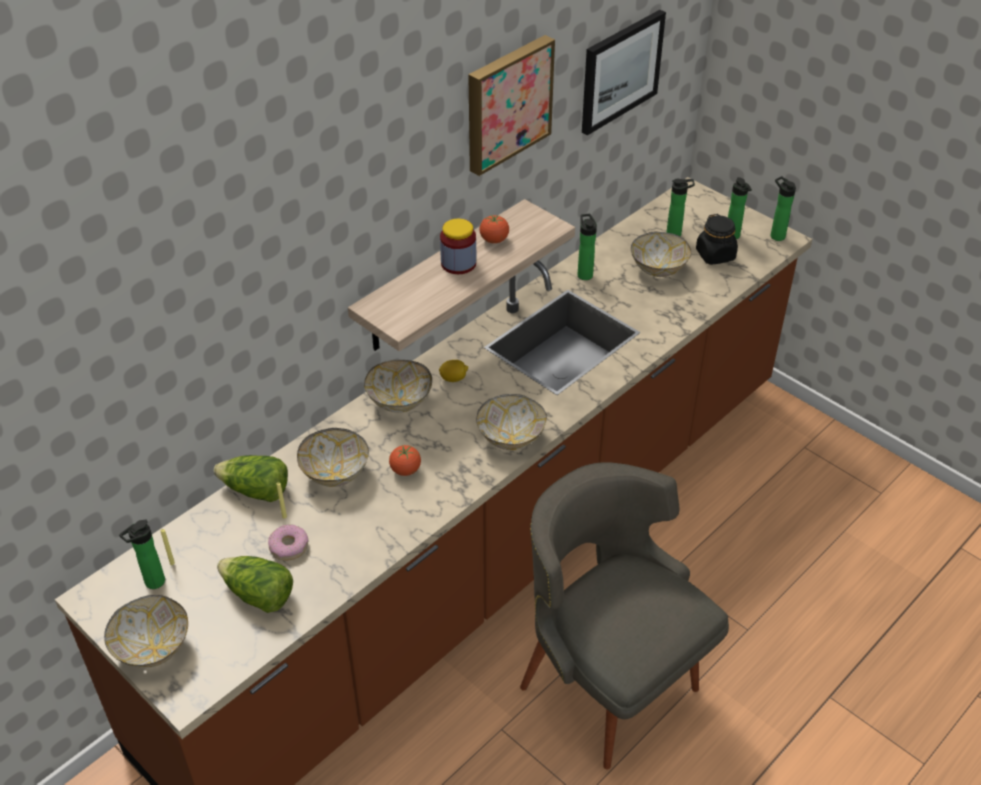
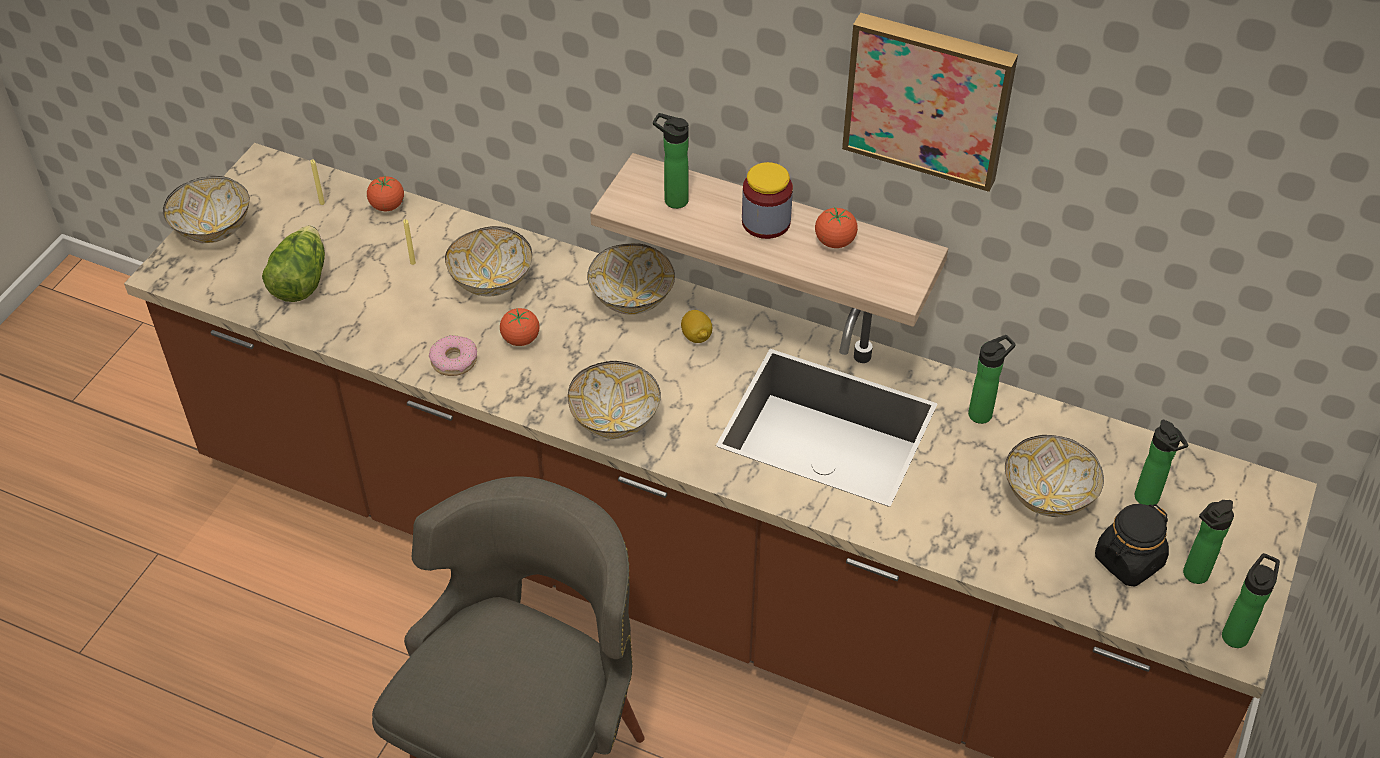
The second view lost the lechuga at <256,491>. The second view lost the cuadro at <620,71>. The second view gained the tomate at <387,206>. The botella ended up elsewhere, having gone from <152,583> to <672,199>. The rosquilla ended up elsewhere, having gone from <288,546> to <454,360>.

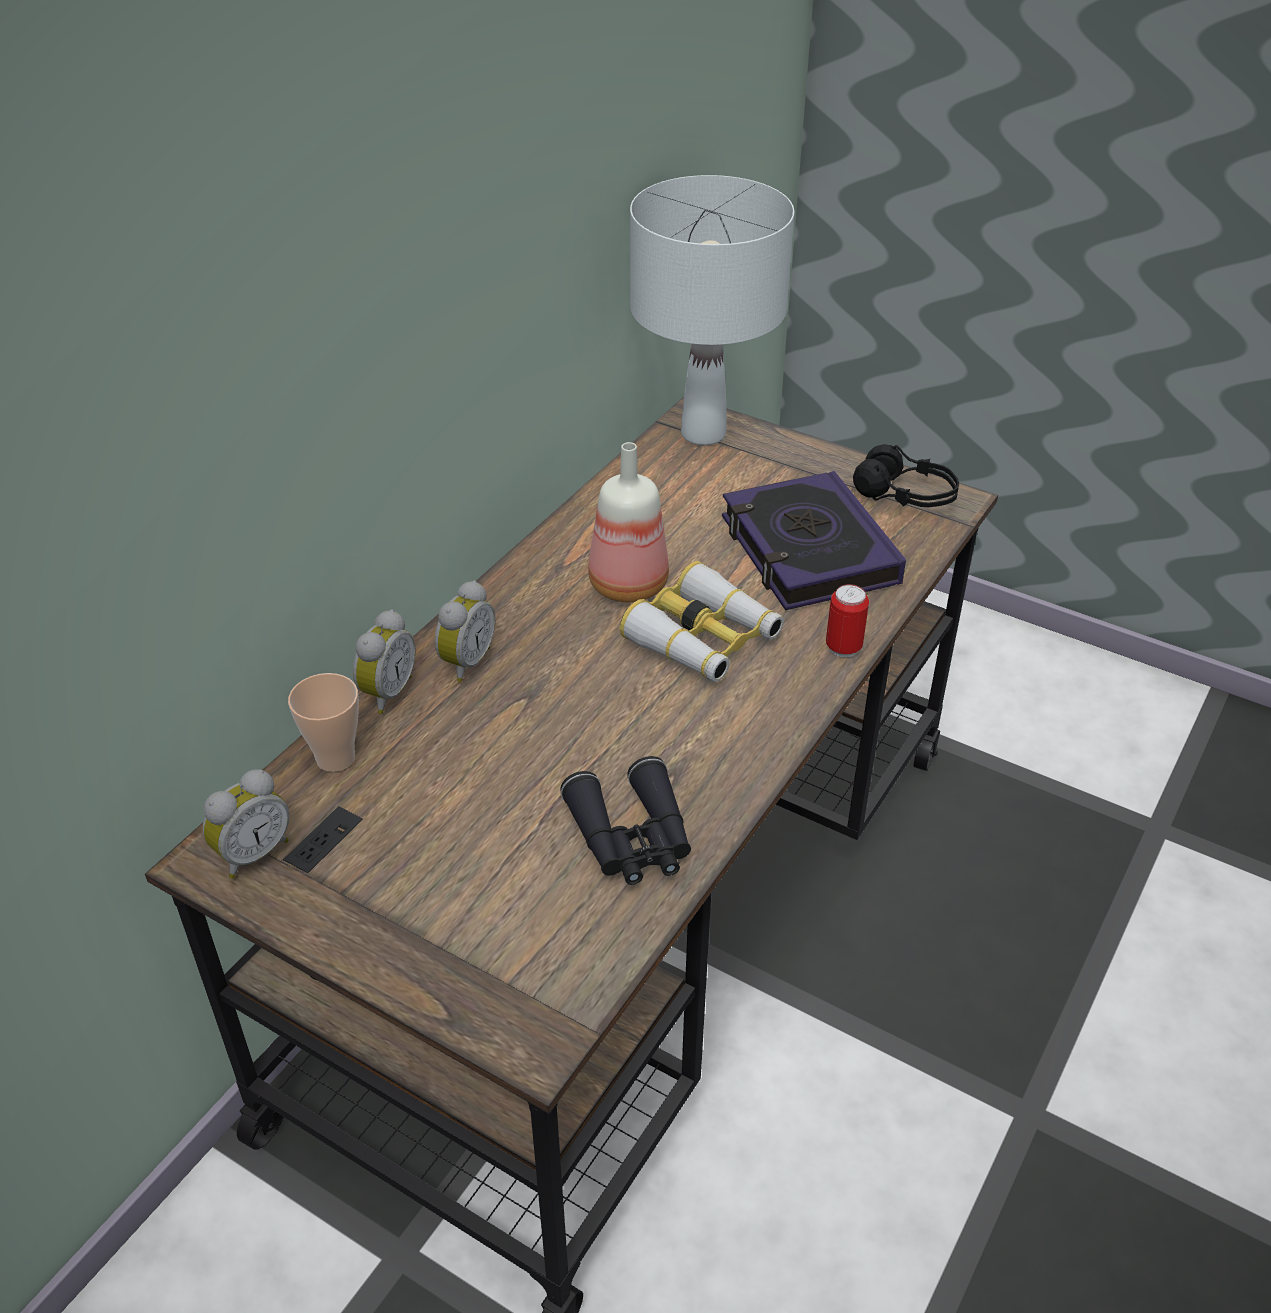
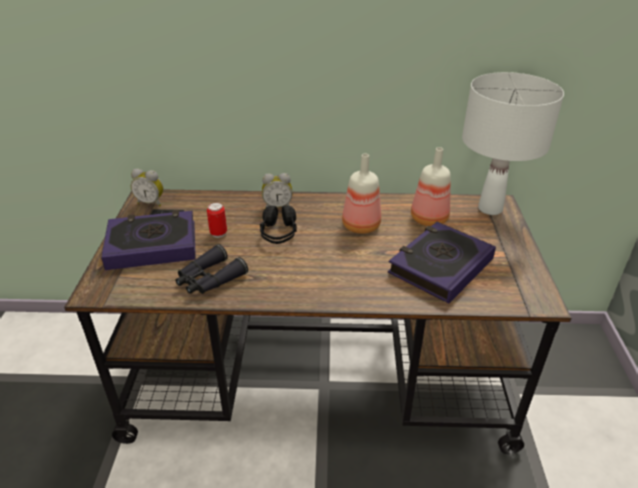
The second view lost the taza at <335,758>. The second view lost the despertador at <385,692>. The second view lost the prismáticos at <703,639>. The second view gained the libro at <152,245>. The second view gained the botella at <428,219>. The lata ended up elsewhere, having gone from <843,648> to <218,233>. The auriculares (negro) ended up elsewhere, having gone from <905,496> to <279,233>.

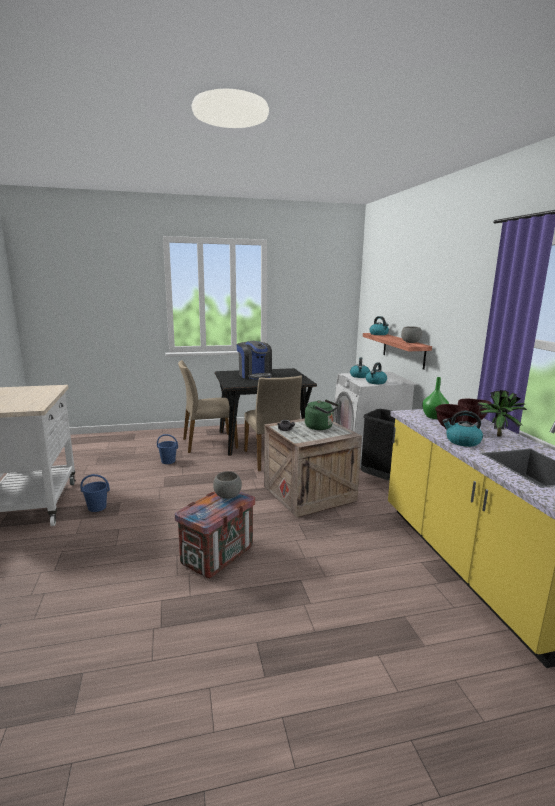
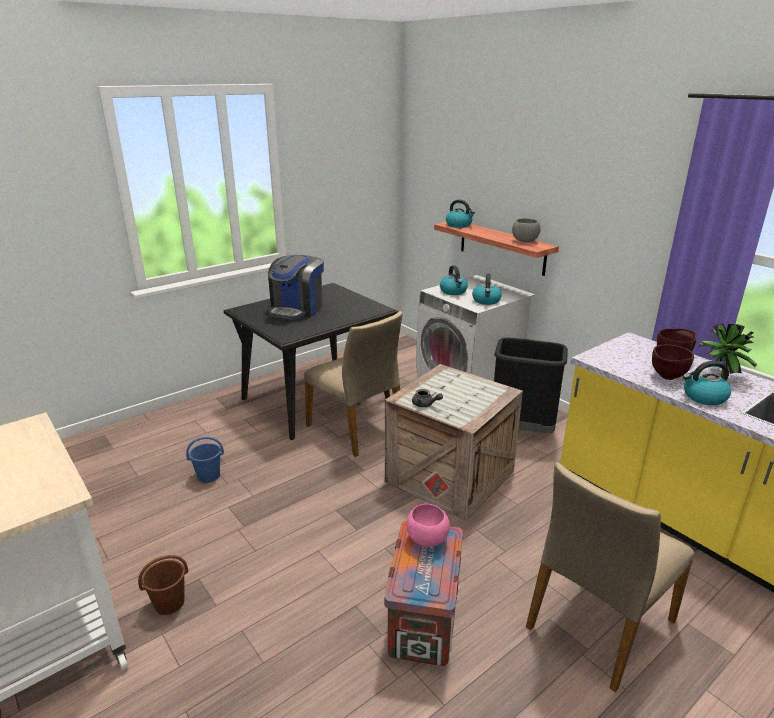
The second view lost the hervidor (verde) at <320,427>. The second view lost the florero (verde) at <433,417>. The silla (beis) ended up elsewhere, having gone from <209,443> to <598,623>. What was the cubo (azul) at <96,507> turned into the cubo (marrón) at <169,603>. What was the cuenco (gris) at <227,496> turned into the cuenco (rosa) at <427,540>. The cafetera at <255,375> ended up facing another way, 75 degrees clockwise from before.

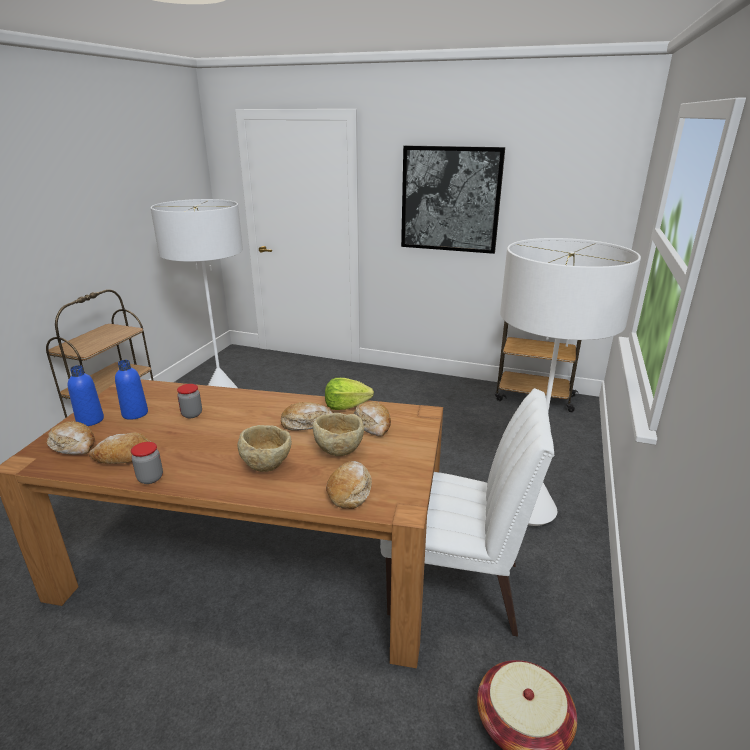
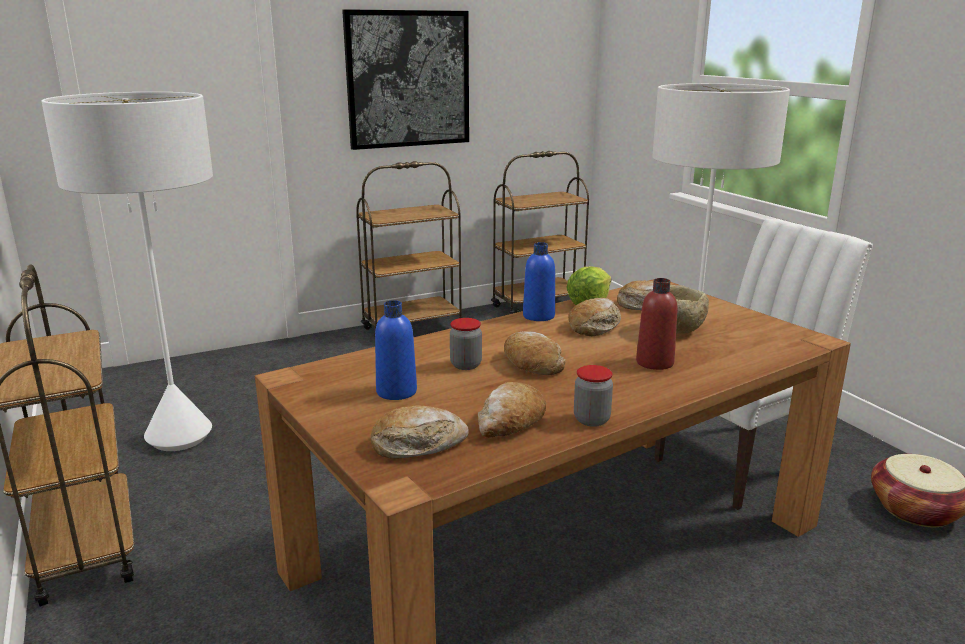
The second view gained the carrito (marrón) at <413,329>. The botella (azul) ended up elsewhere, having gone from <90,420> to <538,316>. The pan ended up elsewhere, having gone from <350,490> to <531,364>. Where the cuenco (beis) stood at <267,464>, the botella (rojo) came to stand at <654,363>.

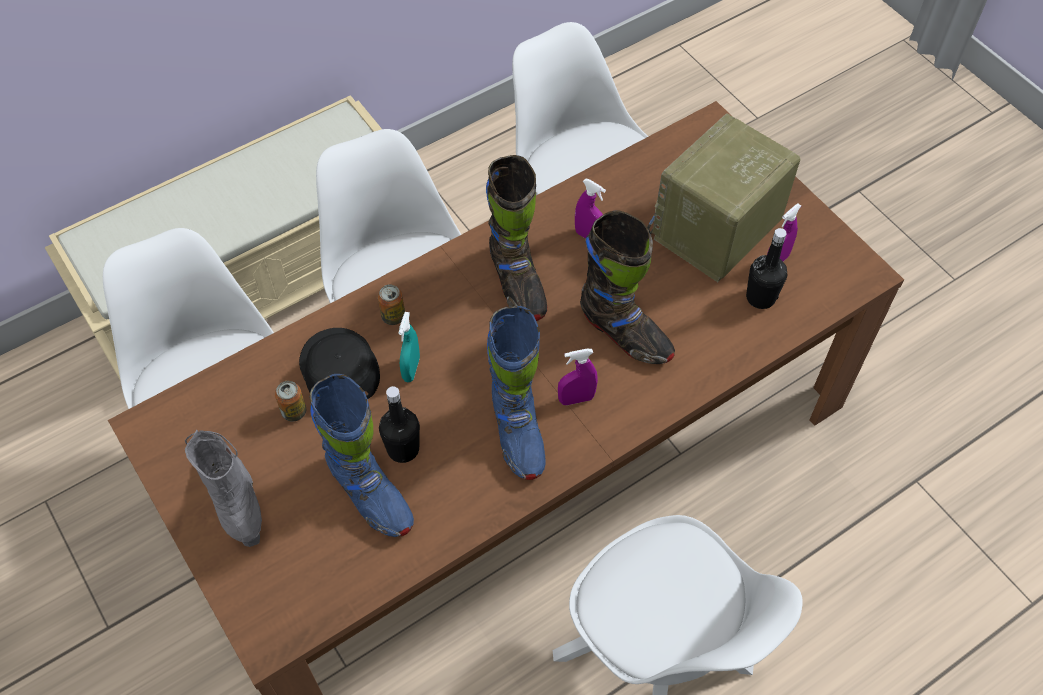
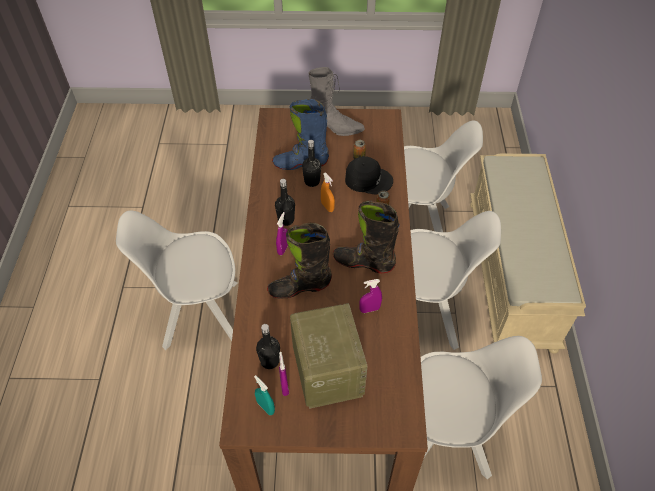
The second view gained the pulverizador (naranja) at <327,207>. The pulverizador (turquesa) ended up elsewhere, having gone from <411,369> to <265,407>. Where the bota (azul) stood at <517,432>, the botella (negro) came to stand at <286,220>.

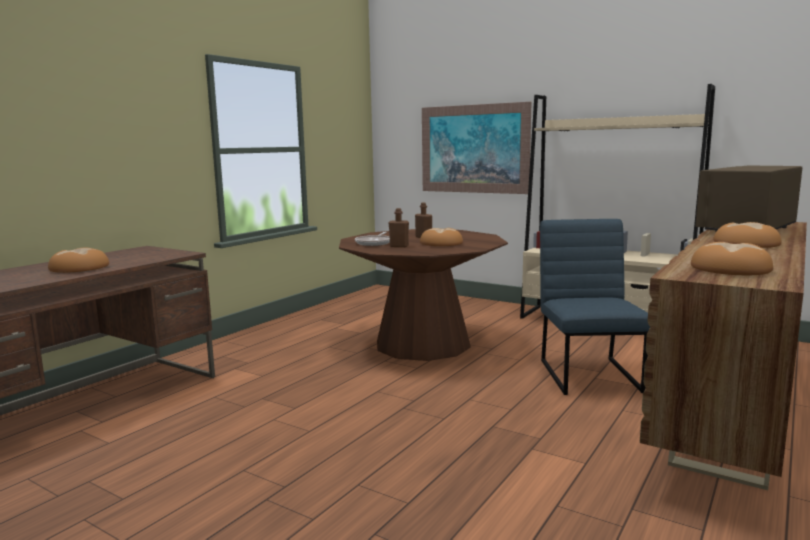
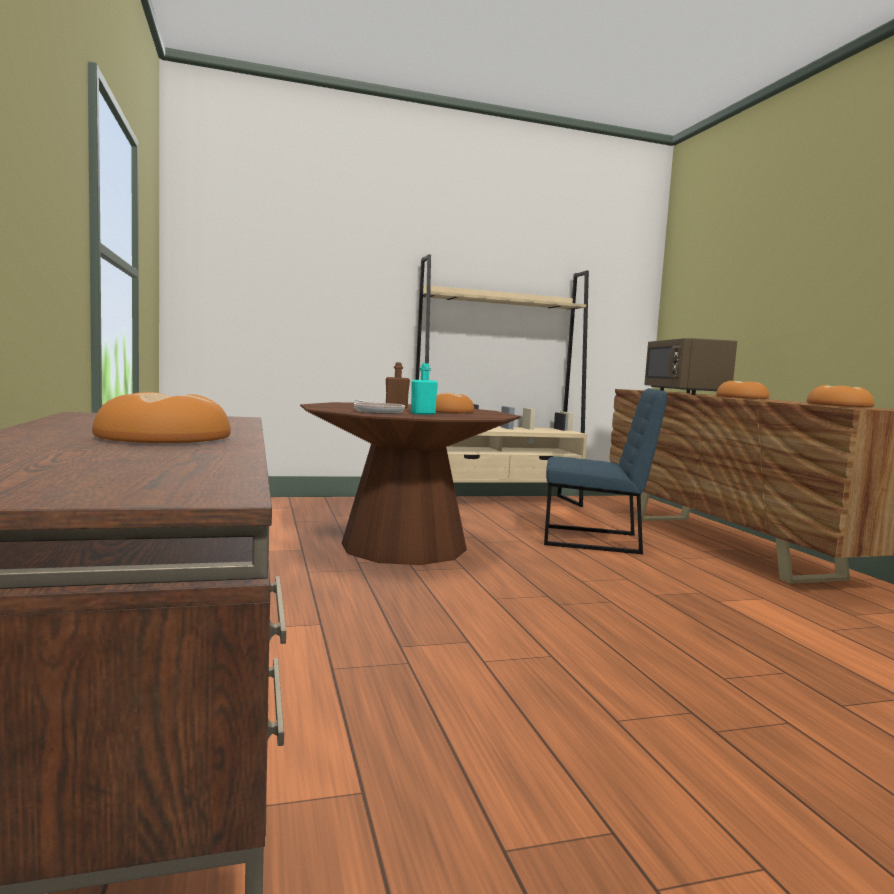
The second view lost the cuadro at <474,149>. What was the botella (marrón) at <399,246> turned into the botella (turquesa) at <423,414>. The silla (azul) at <589,374> ended up facing another way, 150 degrees clockwise from before.

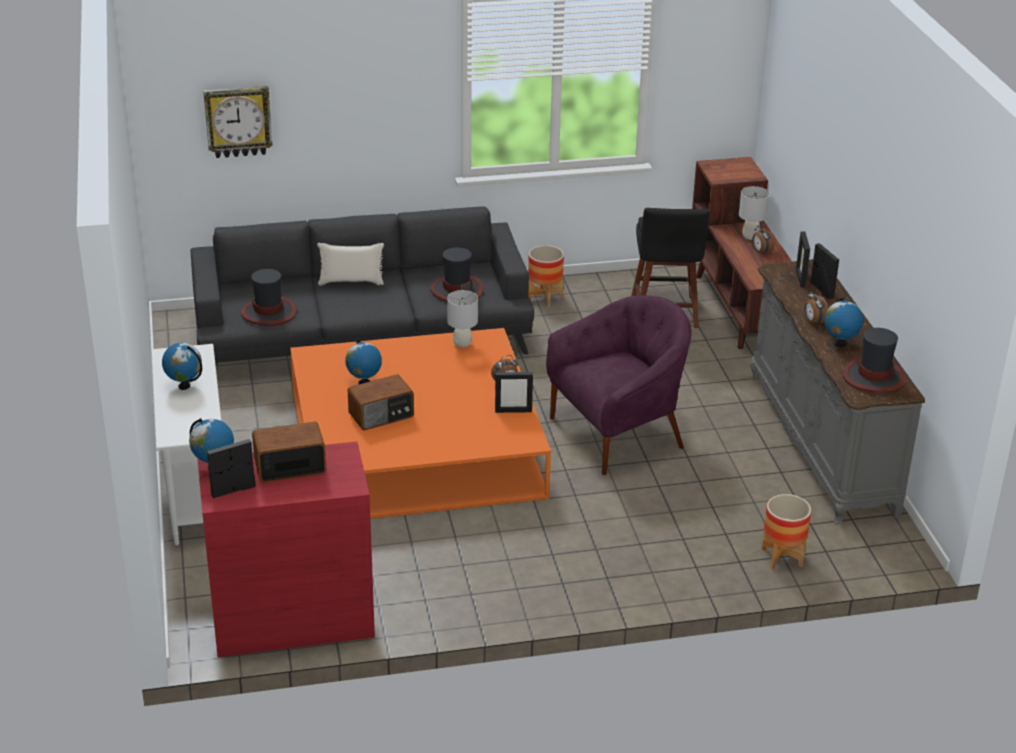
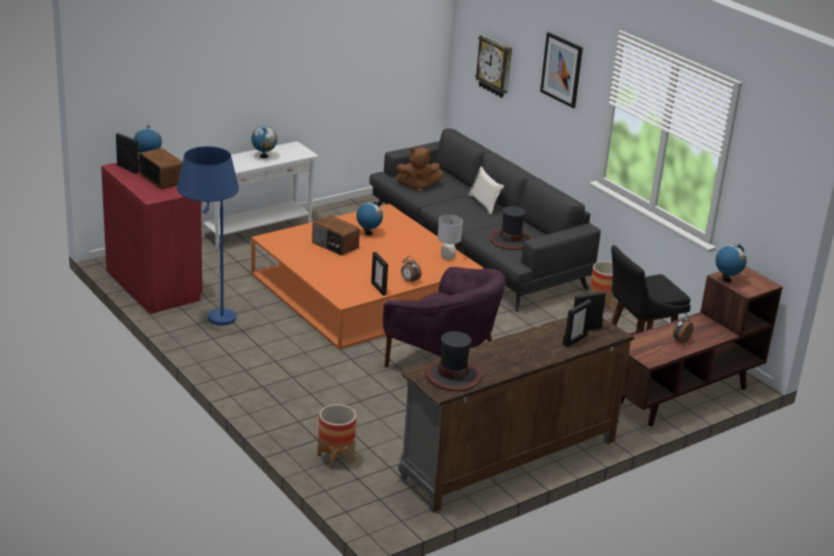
The second view lost the lámpara de mesa (gris) at <749,237>. The second view lost the despertador at <813,322>. The second view gained the lámpara de pie (azul) at <209,323>. The second view gained the cuadro at <562,69>. The globo terráqueo ended up elsewhere, having gone from <840,344> to <727,280>. Where the sombrero stood at <269,312>, the peluche (marrón) came to stand at <417,186>.

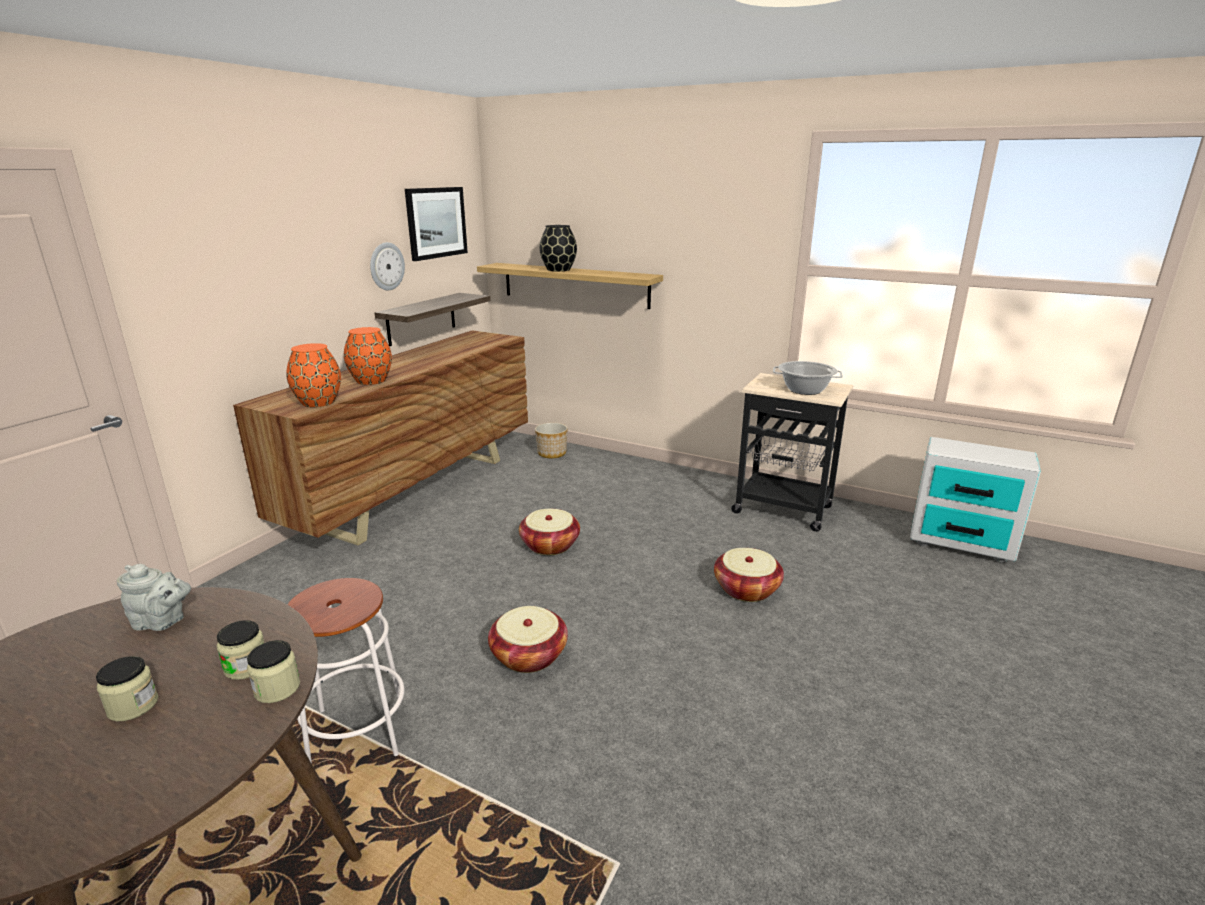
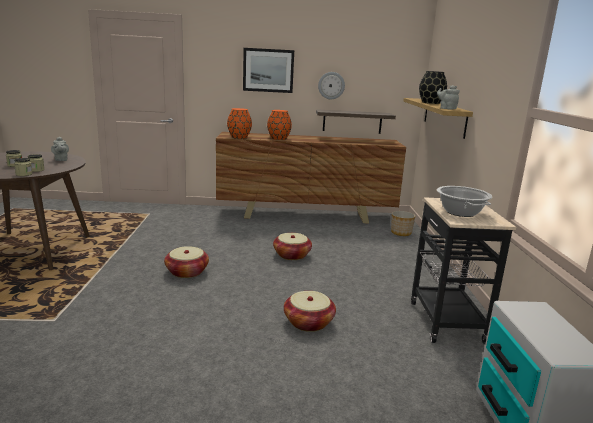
The second view lost the taburete (blanco) at <357,732>. The second view gained the tetera (gris) at <446,108>. The cuadro ended up elsewhere, having gone from <436,222> to <268,70>.

